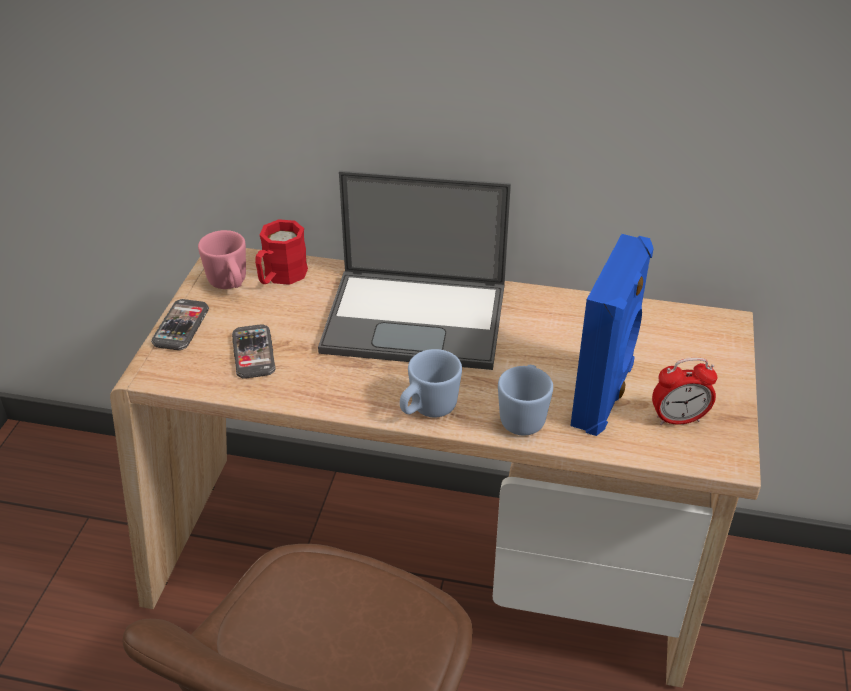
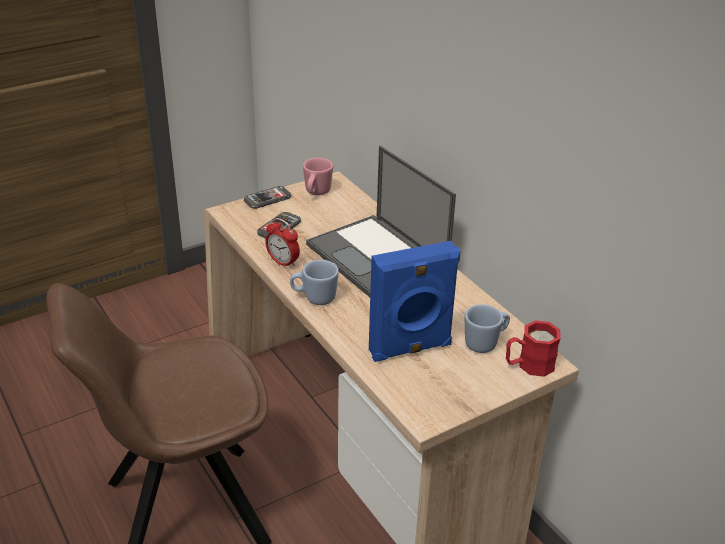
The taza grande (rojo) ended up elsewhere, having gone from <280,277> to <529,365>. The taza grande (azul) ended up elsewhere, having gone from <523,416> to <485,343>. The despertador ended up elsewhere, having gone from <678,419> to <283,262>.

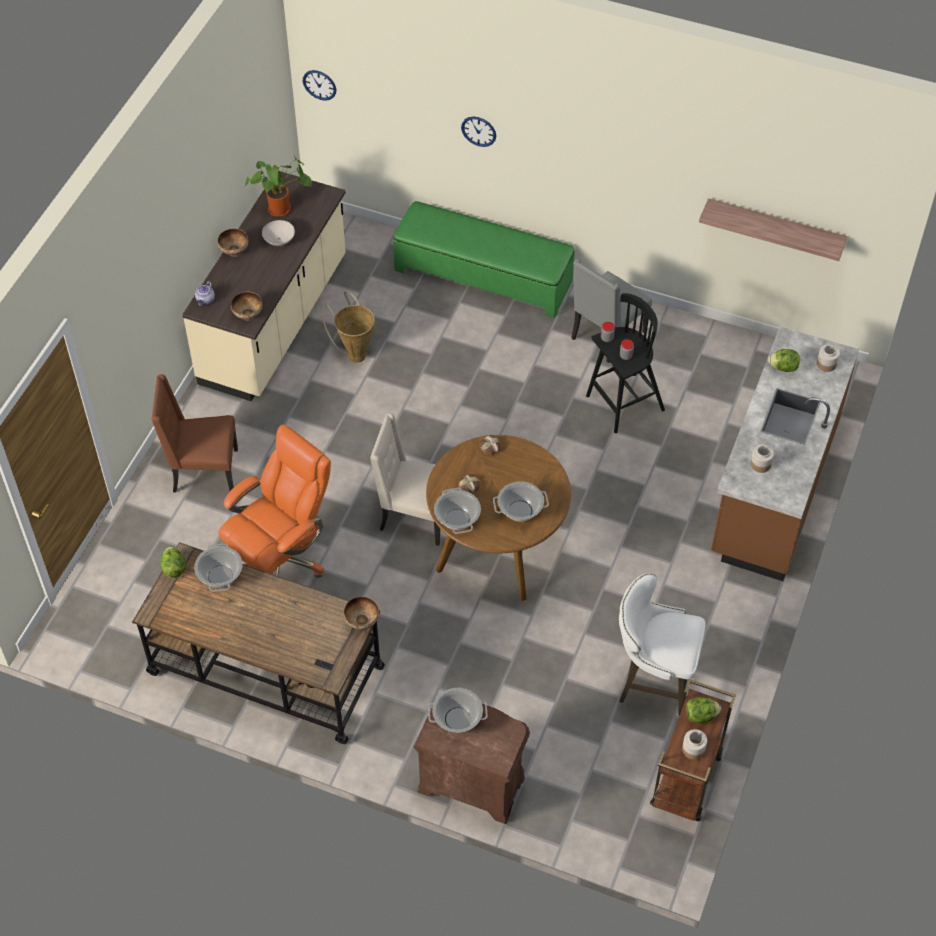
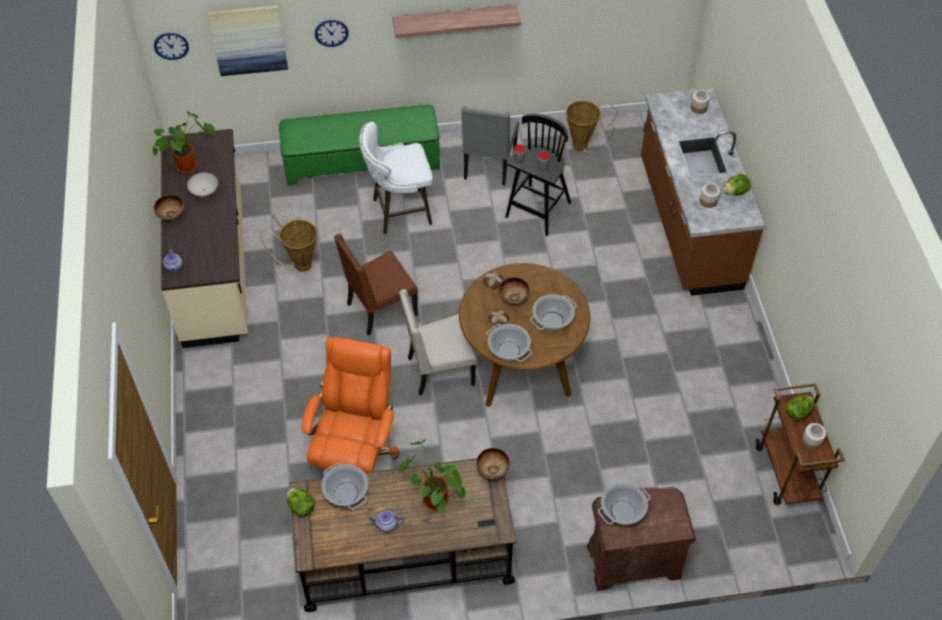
The second view gained the cuadro at <248,39>. The second view gained the tetera at <386,525>. The second view gained the planta en maceta at <432,500>. The second view gained the cesta at <584,146>. The silla (marrón) ended up elsewhere, having gone from <203,472> to <380,309>. The cuenco ended up elsewhere, having gone from <248,315> to <513,299>. The taburete (blanco) ended up elsewhere, having gone from <652,681> to <399,212>. The estante ended up elsewhere, having gone from <775,227> to <455,20>. The lechuga ended up elsewhere, having gone from <783,367> to <735,192>.

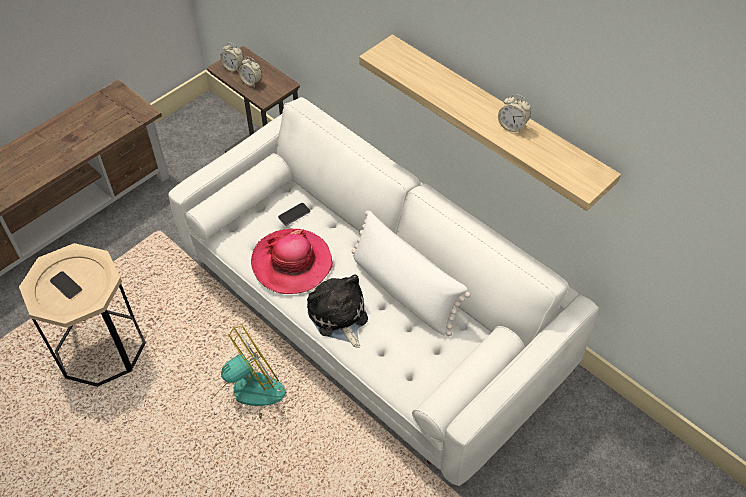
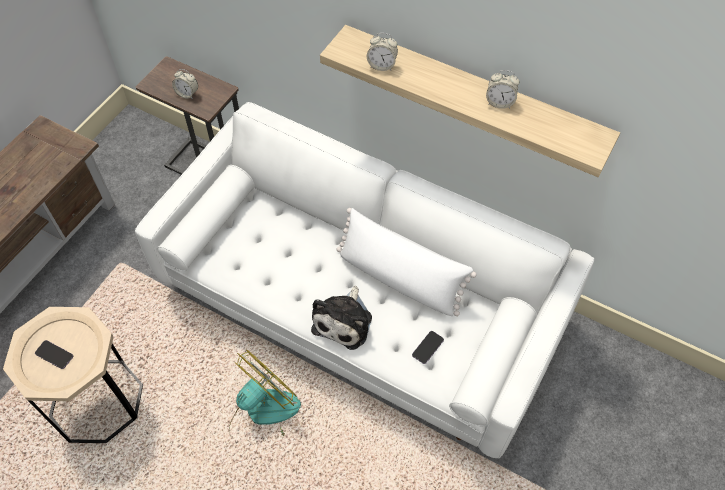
The second view lost the sombrero at <292,263>. The despertador ended up elsewhere, having gone from <233,67> to <382,65>. The móvil ended up elsewhere, having gone from <294,214> to <427,347>. The peluche at <338,317> ended up facing another way, 120 degrees counterclockwise from before.

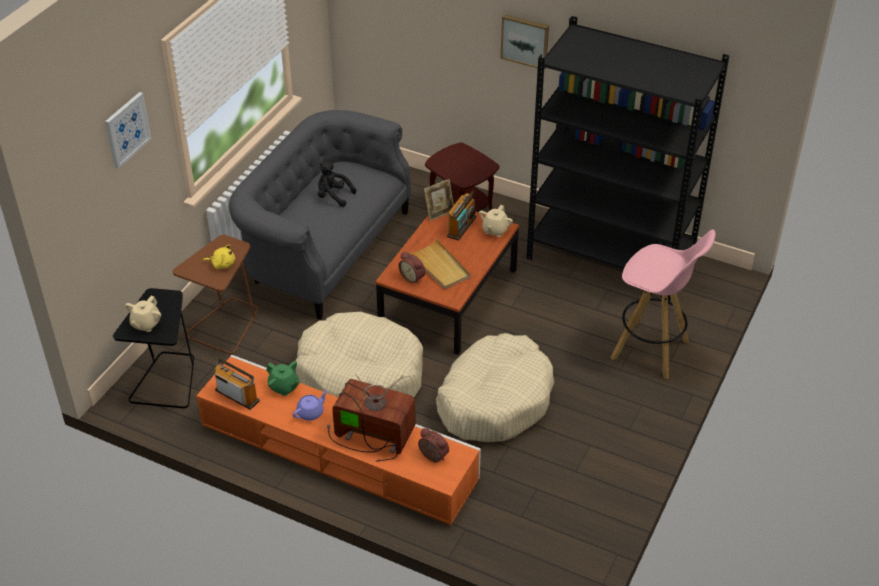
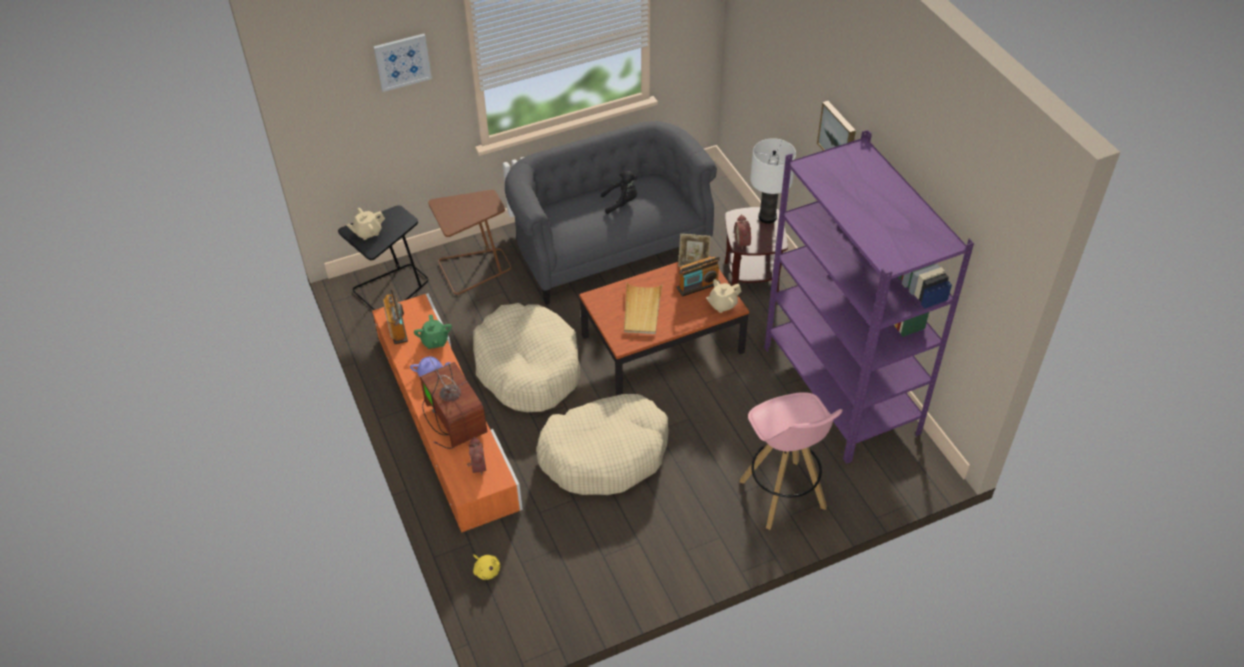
The second view gained the lámpara de mesa (blanco) at <767,217>. The peluche (amarillo) ended up elsewhere, having gone from <222,264> to <486,570>. The despertador ended up elsewhere, having gone from <413,277> to <743,242>. What was the estantería (negro) at <610,257> turned into the estantería (morado) at <840,390>. The peluche (negro) at <333,196> ended up facing another way, 105 degrees clockwise from before.

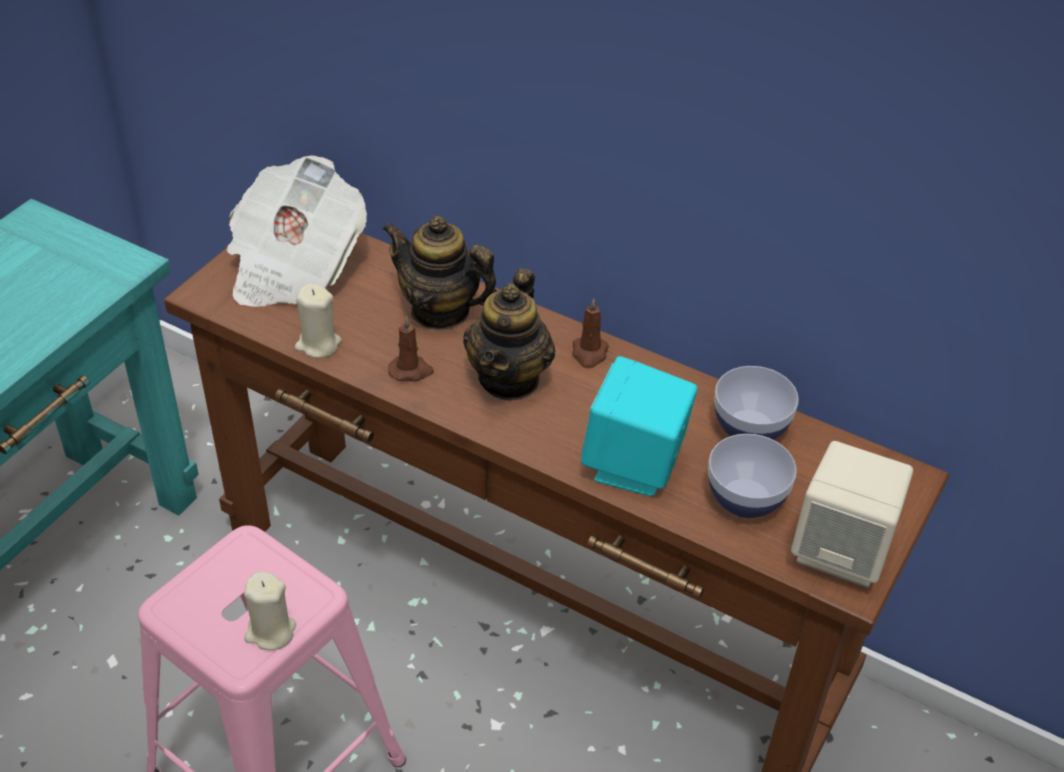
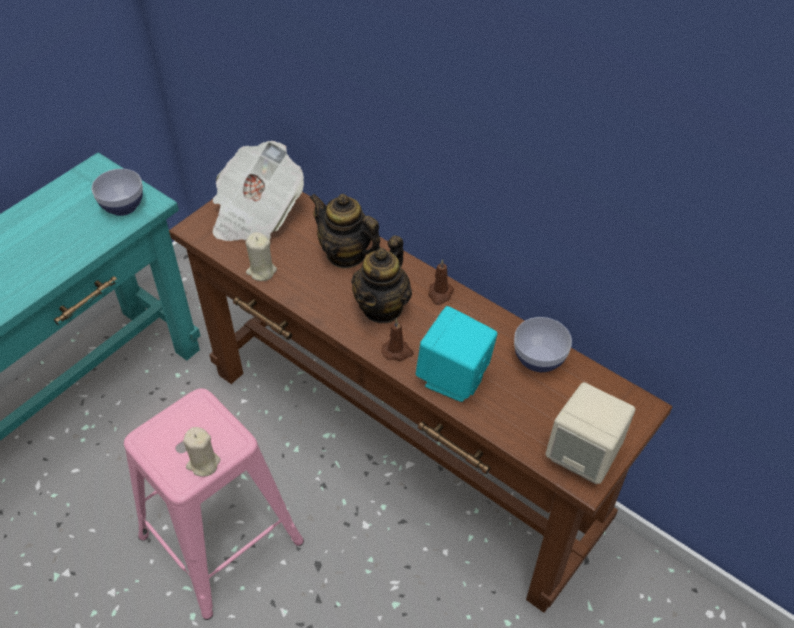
The vela (marrón) ended up elsewhere, having gone from <411,370> to <397,351>. The cuenco ended up elsewhere, having gone from <745,499> to <123,206>.

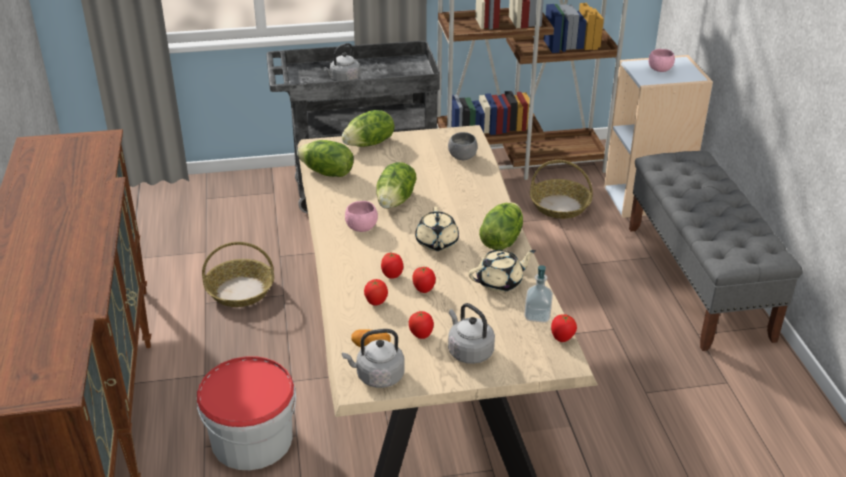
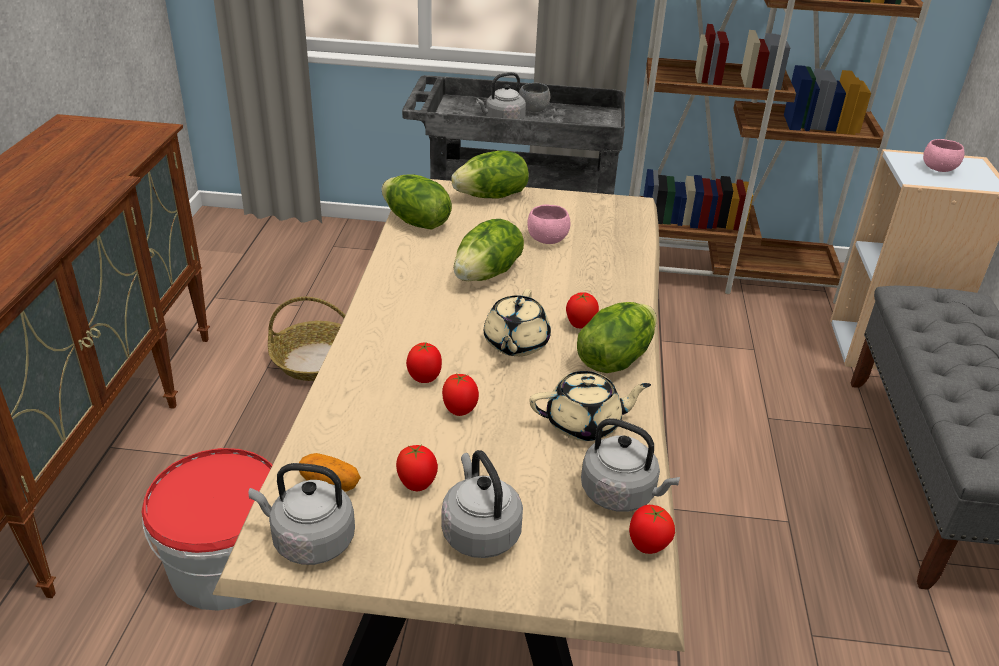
The second view lost the cesta at <560,206>. The cuenco (rosa) ended up elsewhere, having gone from <361,227> to <547,239>. The tomate ended up elsewhere, having gone from <375,303> to <580,325>. The cuenco (gris) ended up elsewhere, having gone from <462,157> to <533,110>. Where the dispensador de jabón stood at <537,315>, the hervidor (gris) came to stand at <621,494>.

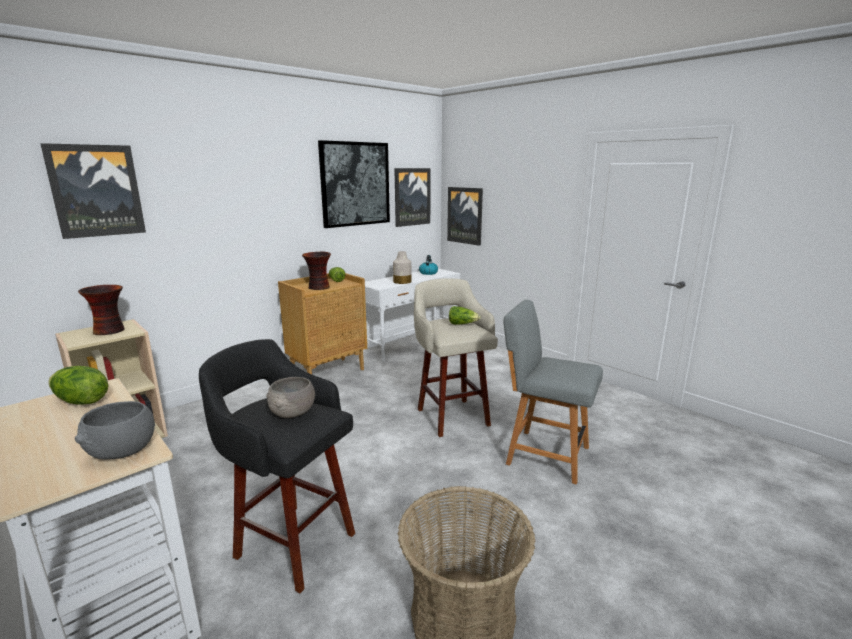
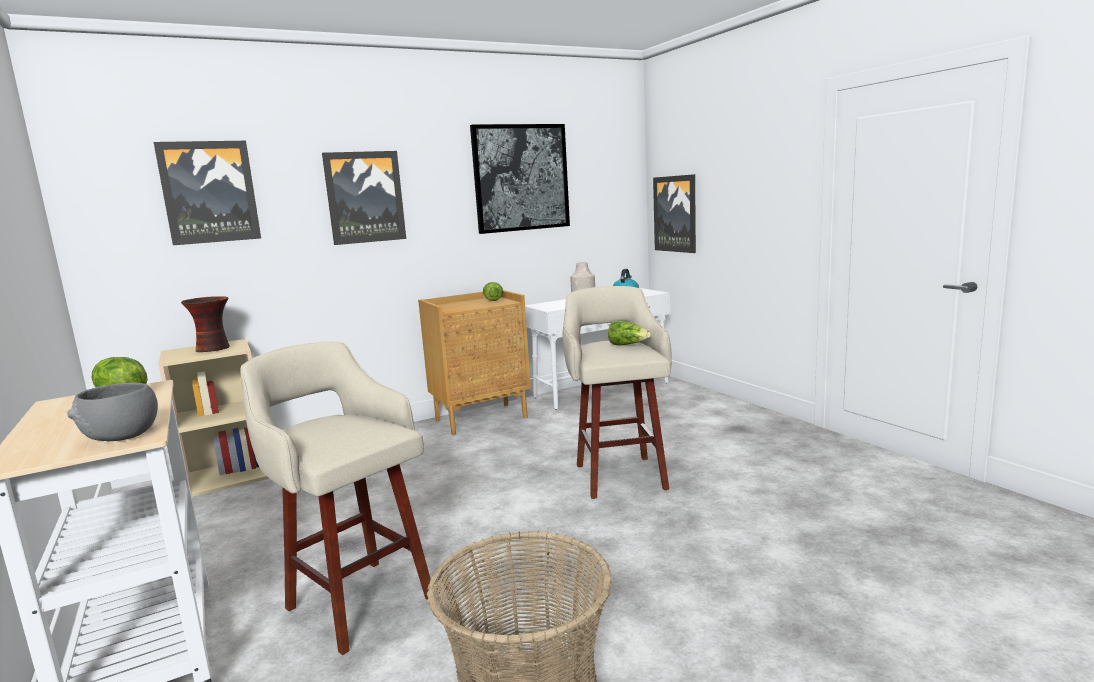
The second view lost the cuenco (gris) at <292,412>. The second view lost the florero at <319,287>. The second view lost the silla (gris) at <544,454>. The cuadro ended up elsewhere, having gone from <412,197> to <365,197>. What was the taburete (negro) at <292,543> turned into the taburete (beis) at <357,601>.

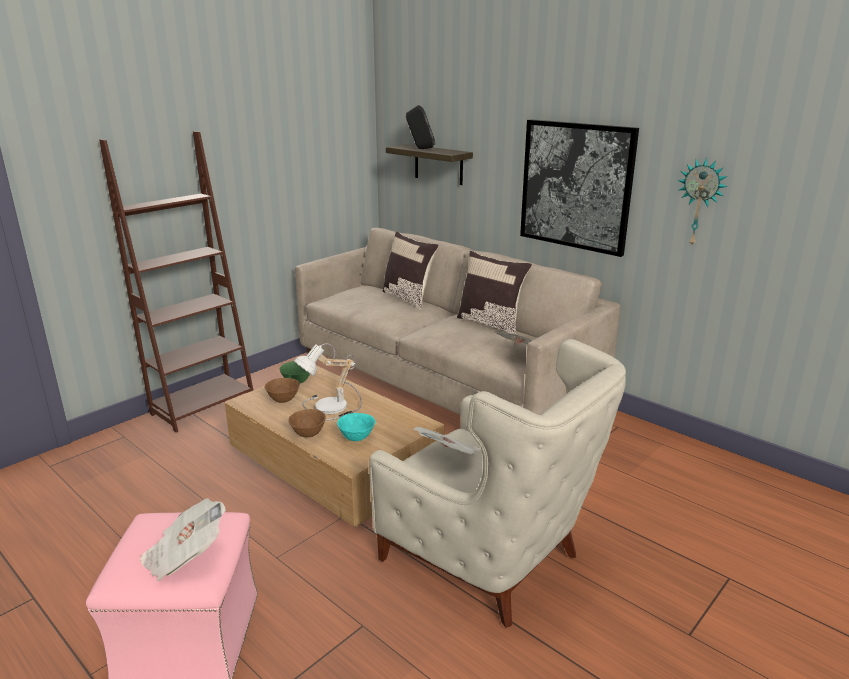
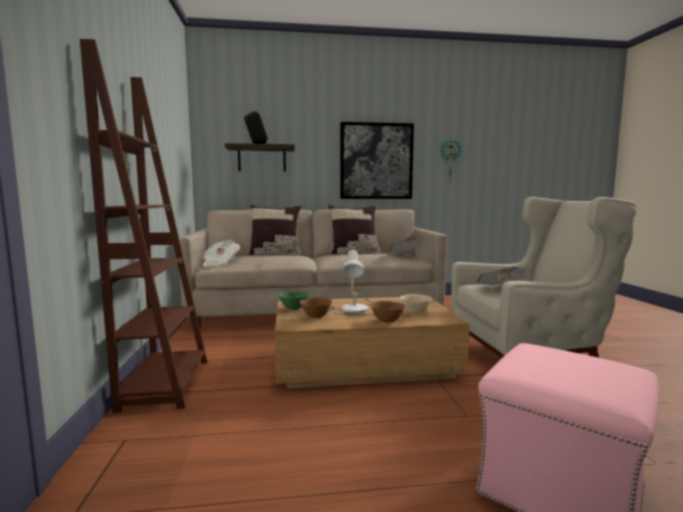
The periódico ended up elsewhere, having gone from <185,556> to <220,263>. What was the cuenco (turquesa) at <357,438> turned into the cuenco (beis) at <415,313>.

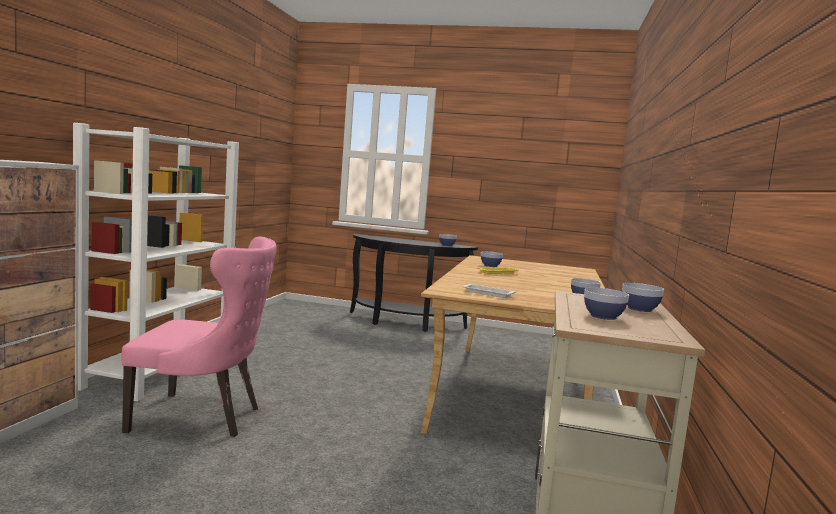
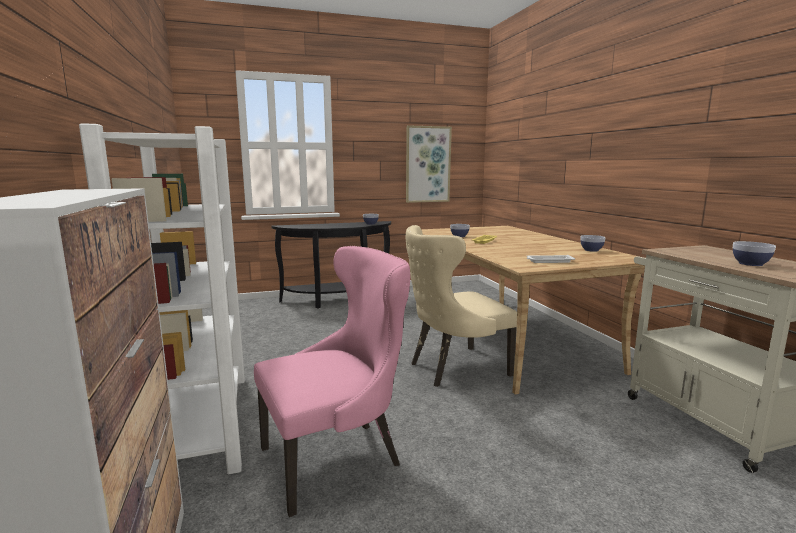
The second view lost the cuenco at <640,309>. The second view gained the cuadro at <428,164>. The second view gained the silla (beis) at <454,368>.

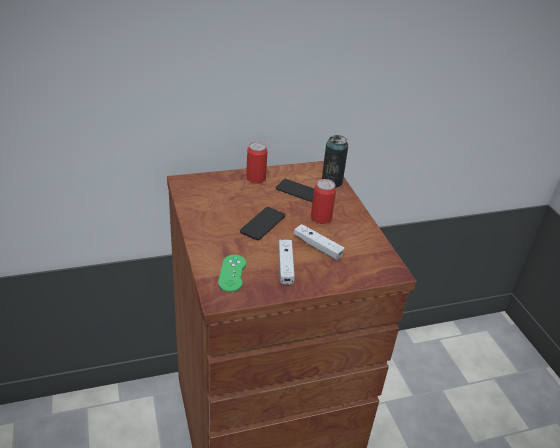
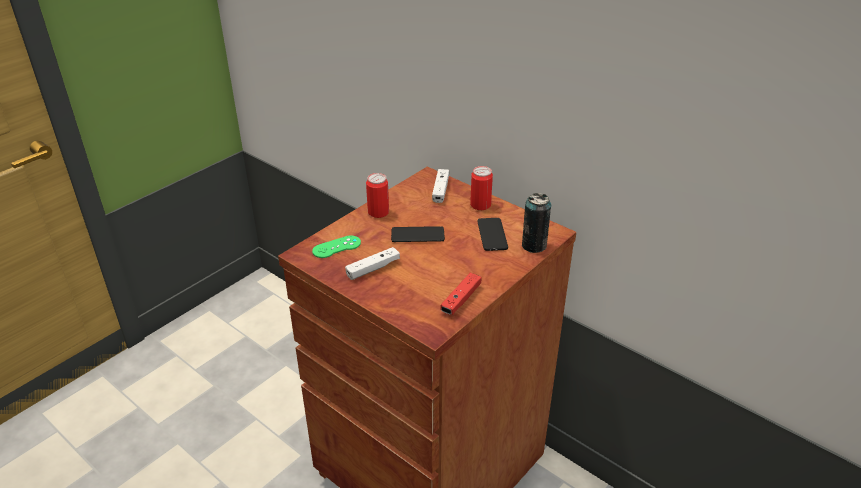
The second view gained the mando de consola (rojo) at <461,299>. The mando de consola (blanco) ended up elsewhere, having gone from <317,247> to <440,190>. The lata ended up elsewhere, having gone from <321,218> to <378,212>.

